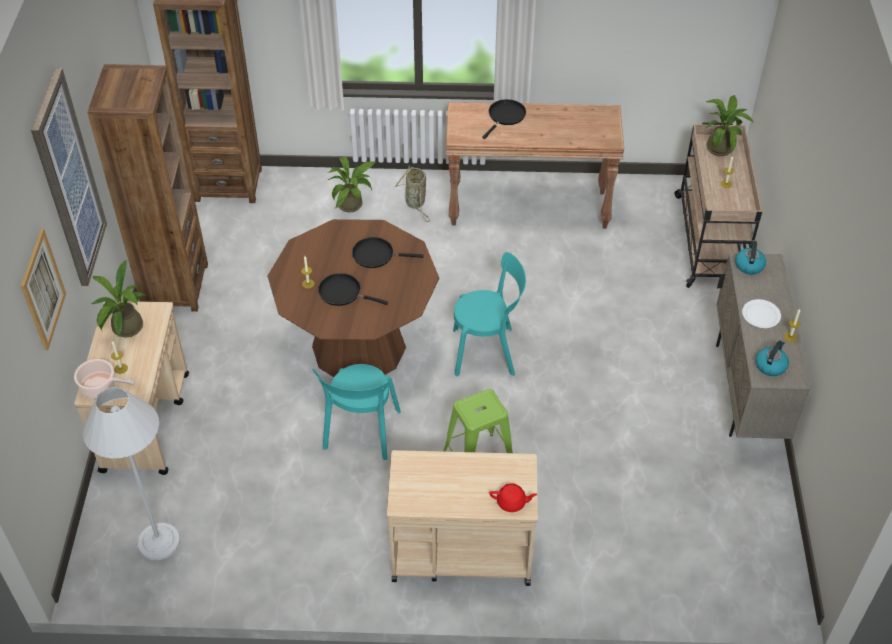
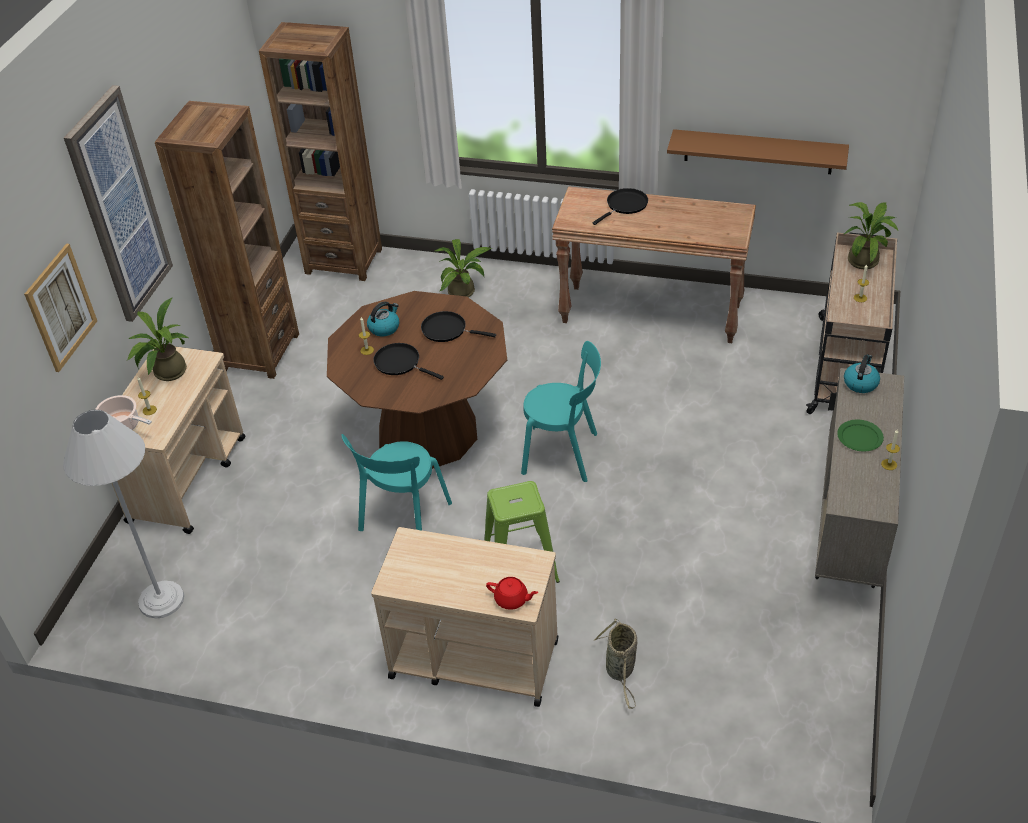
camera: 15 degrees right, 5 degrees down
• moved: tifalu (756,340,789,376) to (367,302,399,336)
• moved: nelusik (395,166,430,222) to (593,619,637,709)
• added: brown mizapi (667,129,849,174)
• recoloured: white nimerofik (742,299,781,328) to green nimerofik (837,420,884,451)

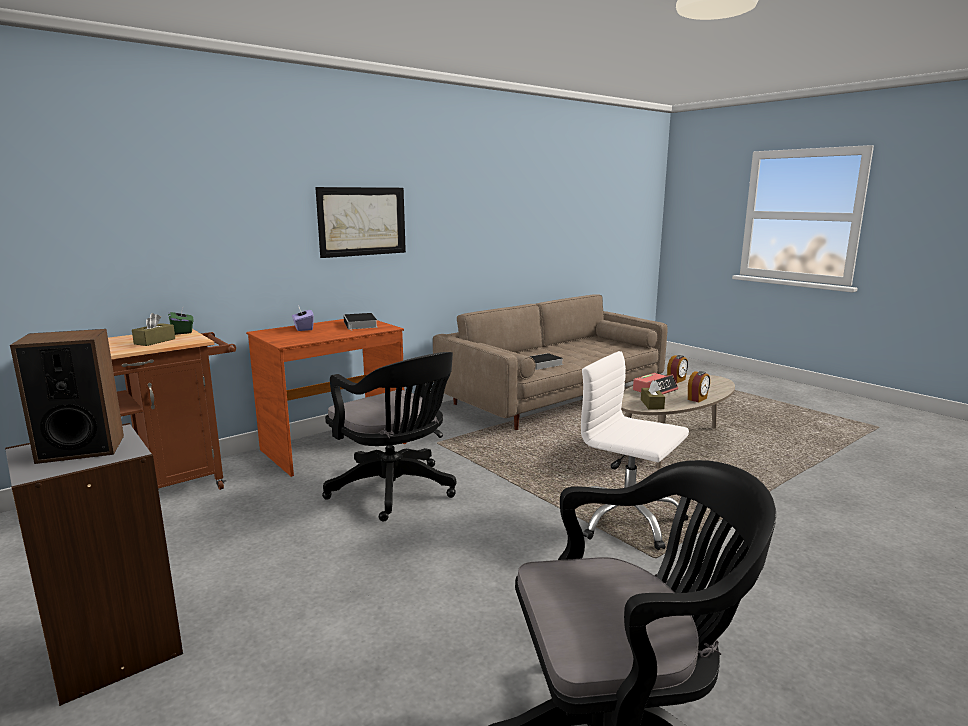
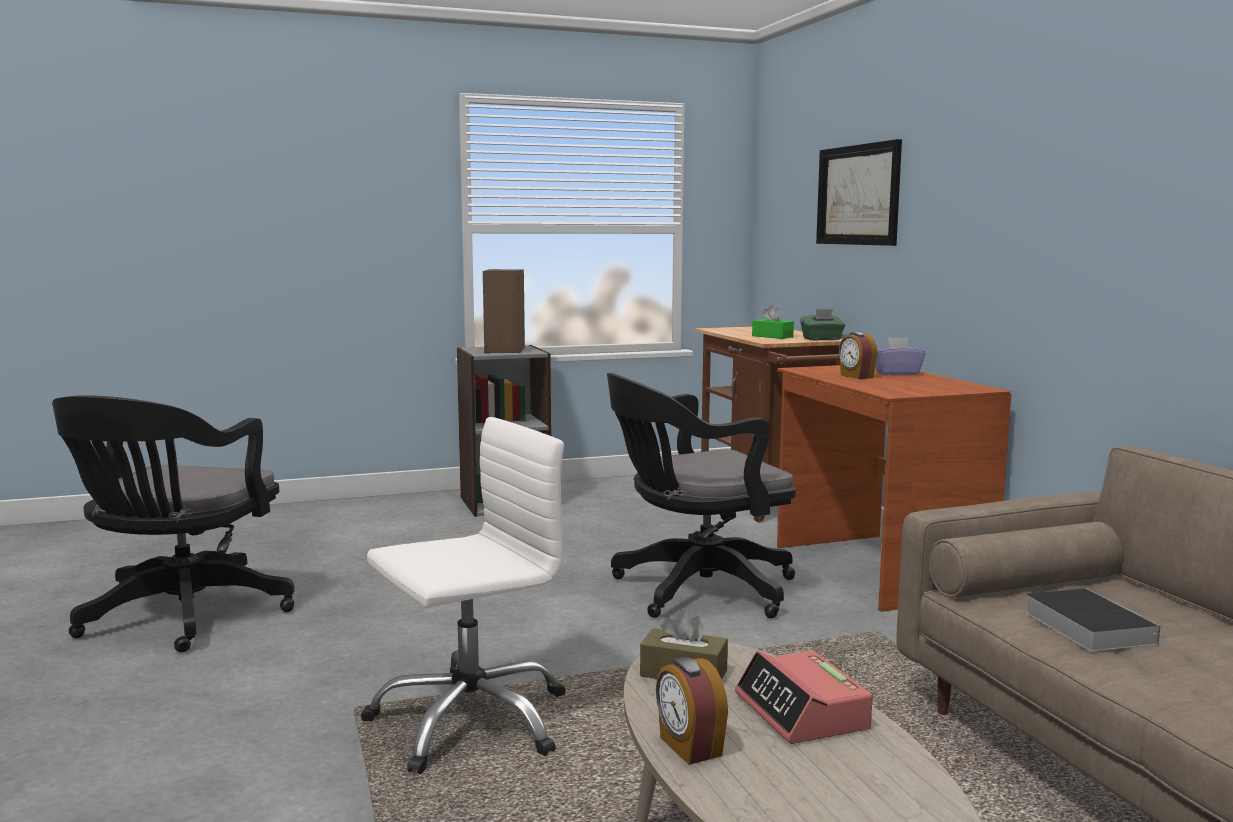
camera: 110 degrees right, 5 degrees down
• recoloured: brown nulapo (132,313,175,346) to green nulapo (752,305,794,339)
• moved: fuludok (315,187,406,258) to (816,139,902,246)
• moved: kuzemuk (667,355,688,383) to (839,332,877,379)
• removed: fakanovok (343,313,378,330)

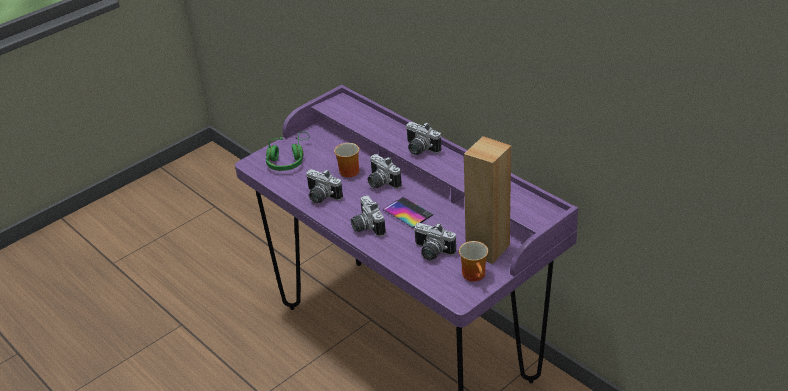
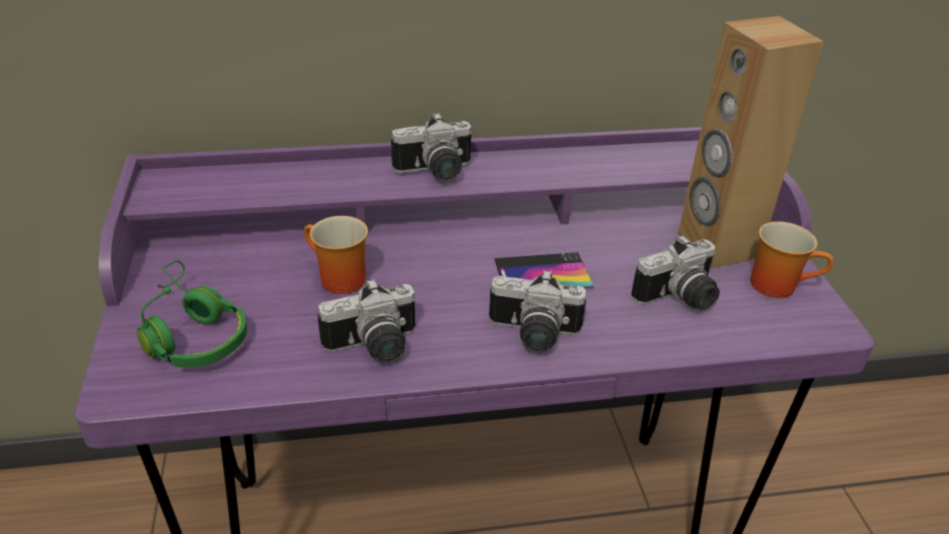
camera: 60 degrees left, 0 degrees up
• removed: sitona (368,154,402,189)

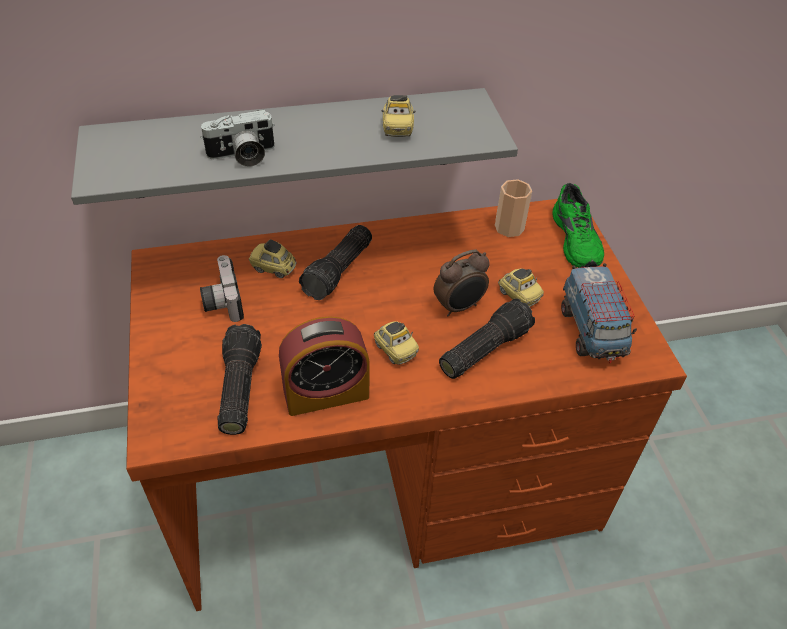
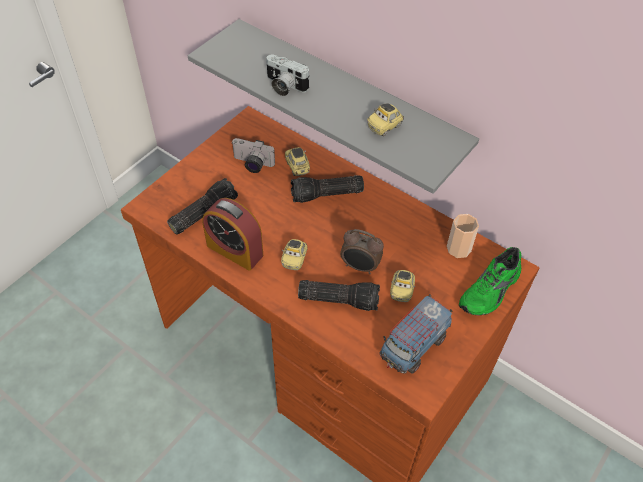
camera: 50 degrees right, 5 degrees up
• turned: sitona (200,255,244,322) = (231,138,275,173) 105 degrees counterclockwise

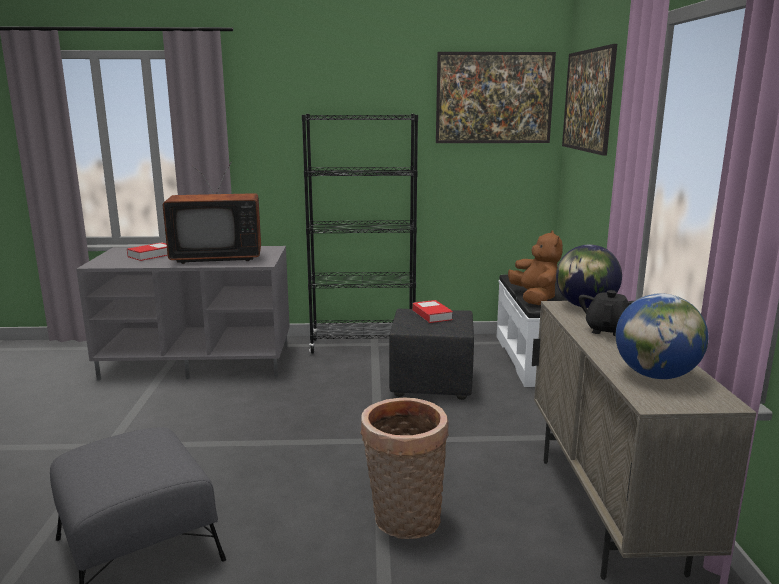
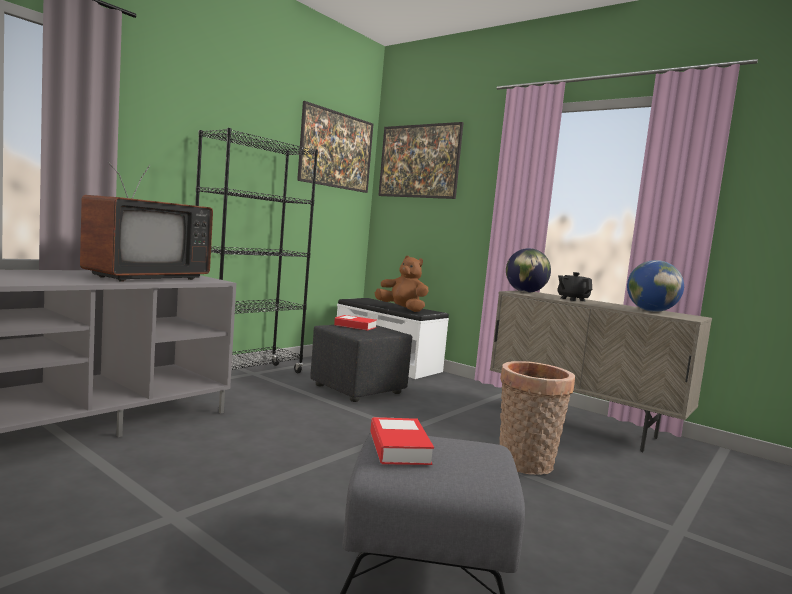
camera: 50 degrees left, 10 degrees down
• moved: fakanovok (127,242,168,261) to (370,417,434,465)

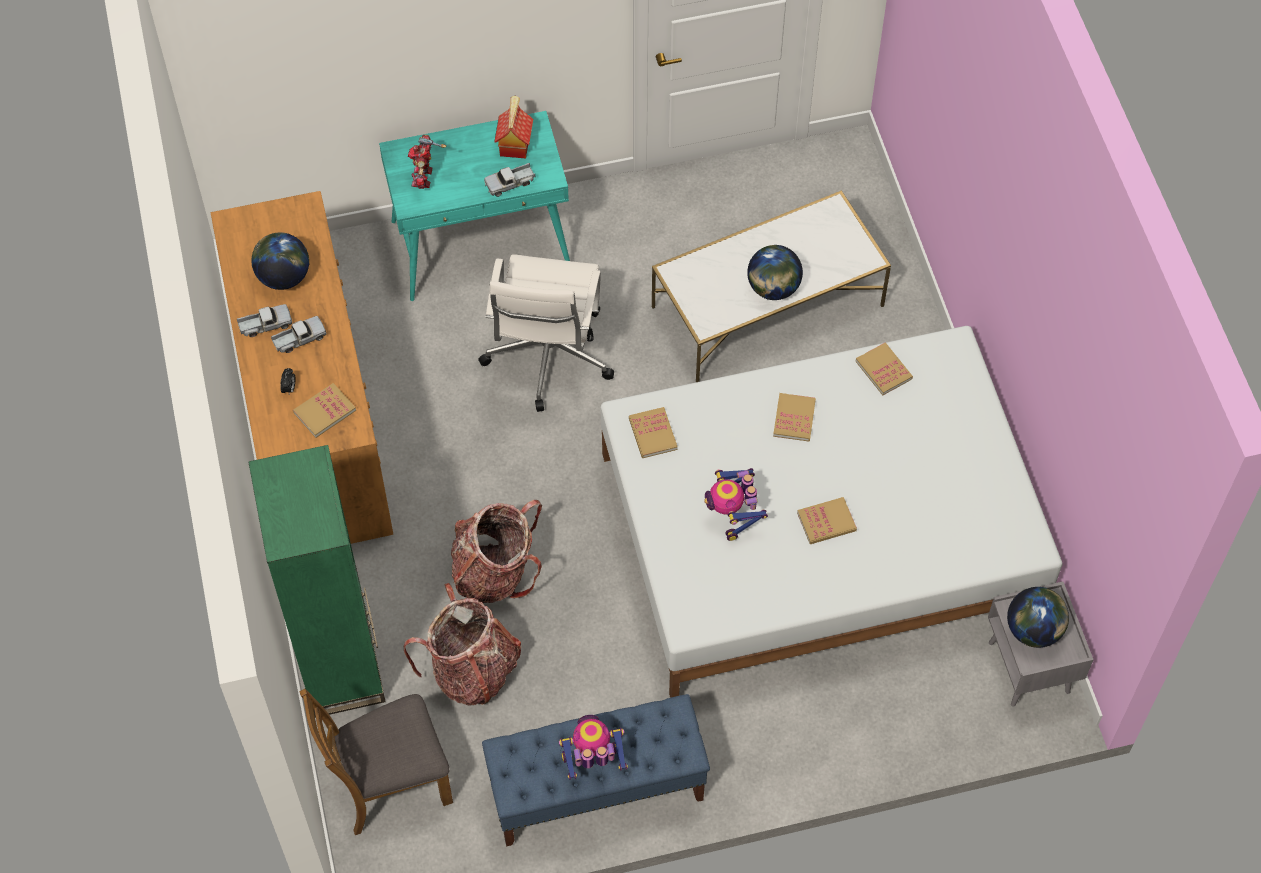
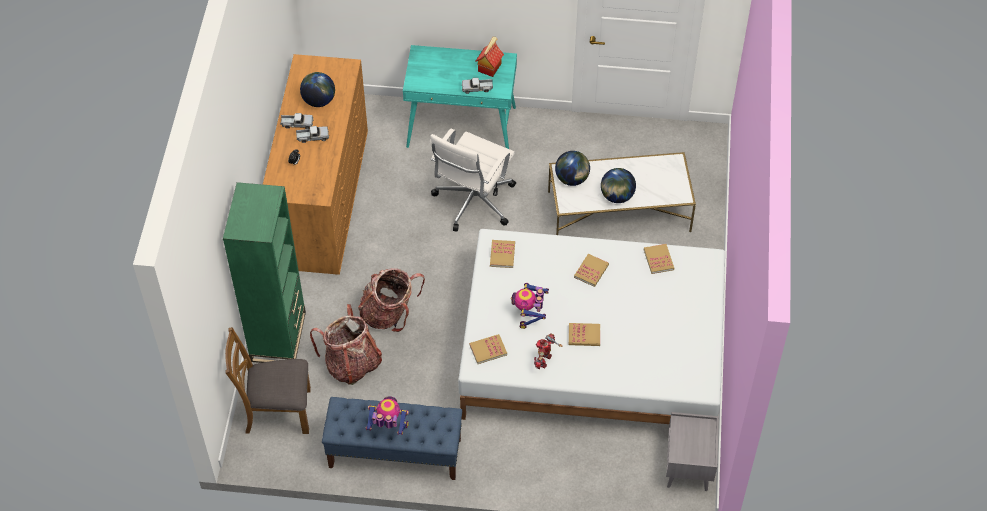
camera: 20 degrees right, 5 degrees down
• moved: fakanovok (293,383,356,438) to (469,334,507,364)
• moved: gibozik (408,135,446,189) to (534,333,563,369)
• moved: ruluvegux (1007,587,1069,648) to (555,151,590,186)

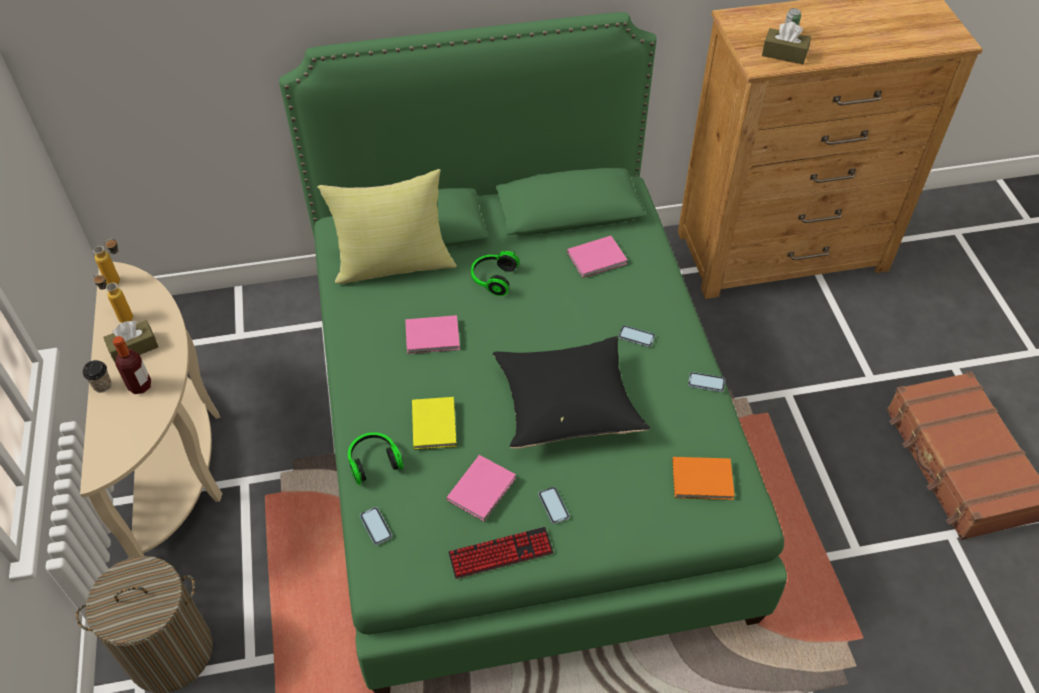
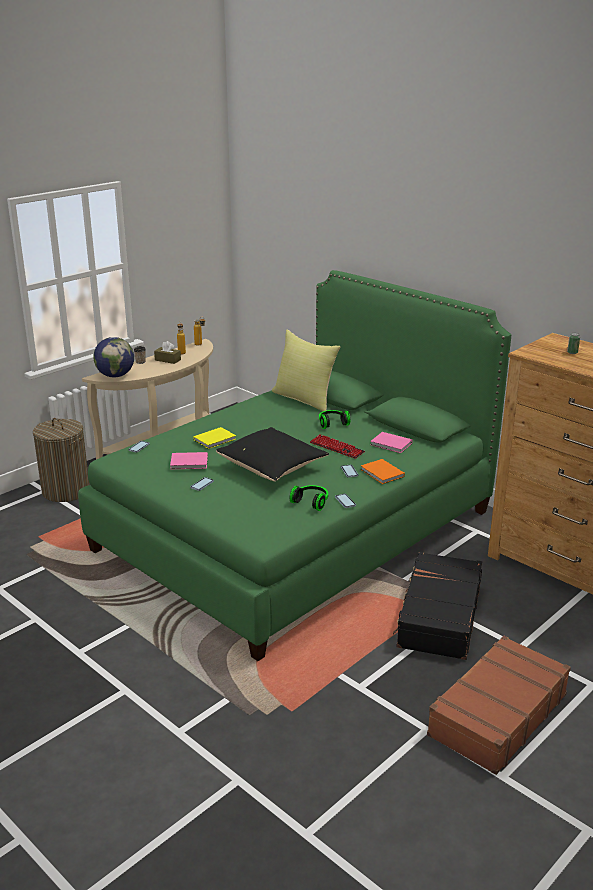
camera: 55 degrees right, 25 degrees down
• added: ruluvegux (93,337,134,377)
• moved: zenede (348,432,403,485) to (289,485,328,511)
• moved: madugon (448,527,554,579) to (310,434,365,459)
• moved: orange fakanovok (672,457,735,500) to (360,459,405,484)
• added: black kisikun (393,552,482,660)
• removed: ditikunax (113,336,151,394)
• removed: pink fakanovok (405,315,460,354)
• removed: brown nulapo (762,22,811,64)

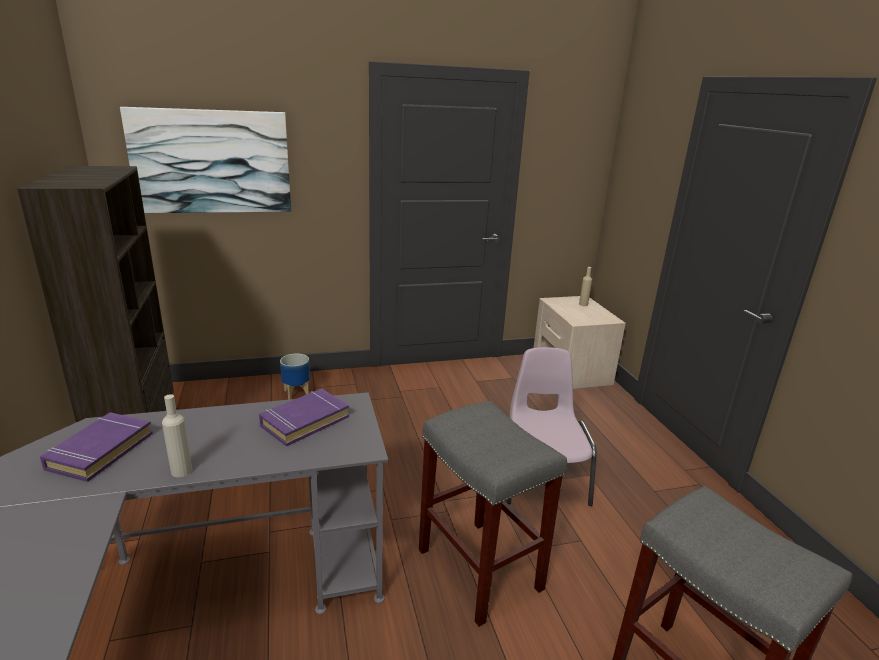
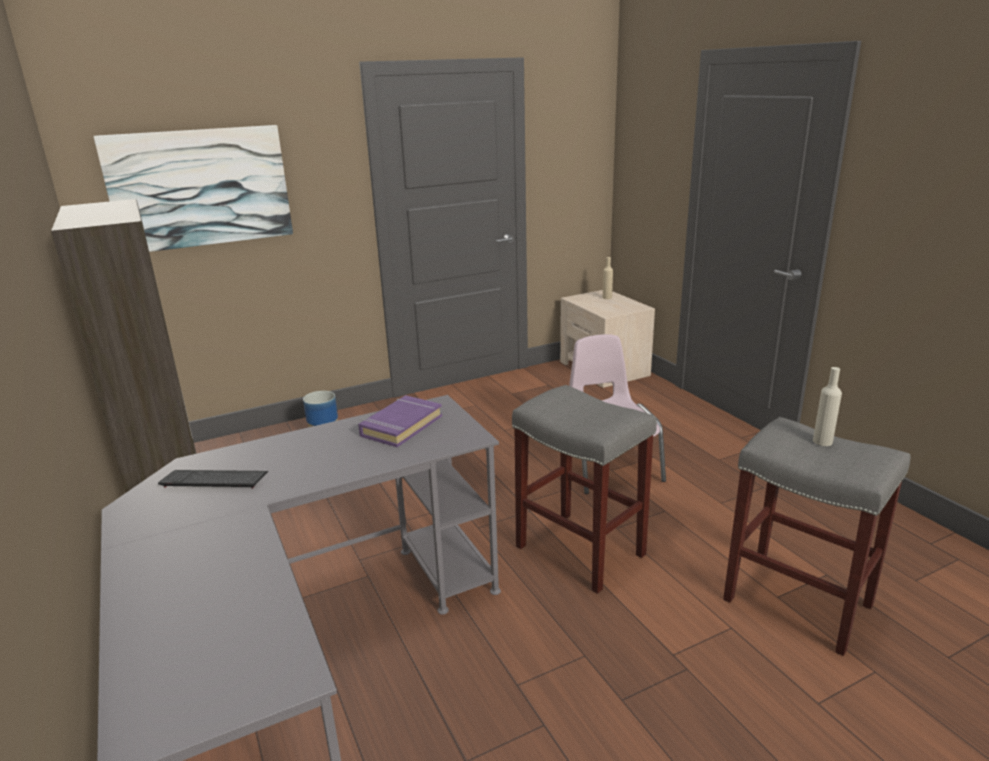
camera: 10 degrees left, 0 degrees up
• replaced: purple fakanovok (40,412,153,482) to madugon (158,470,268,489)
• moved: beige ditikunax (162,394,192,477) to (813,367,842,446)

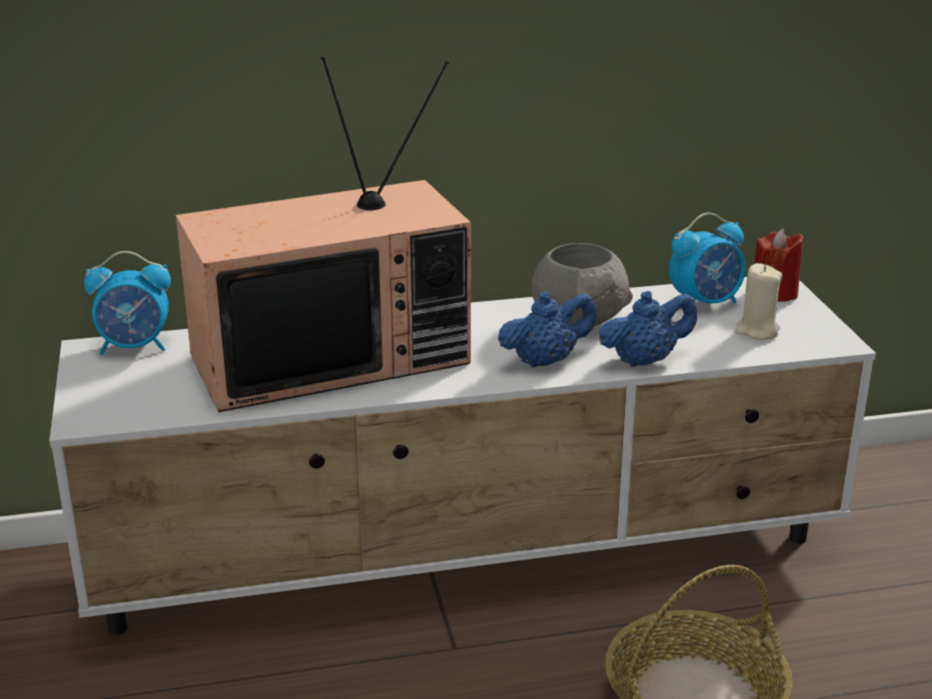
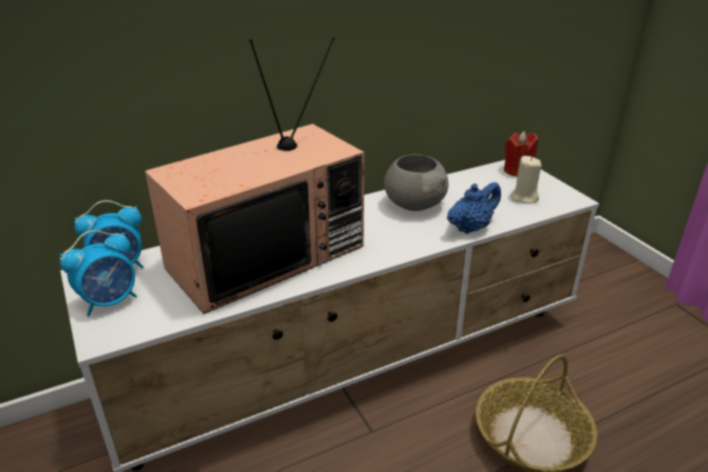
camera: 15 degrees left, 5 degrees up
• moved: kuzemuk (669,213,746,304) to (60,230,137,317)
• removed: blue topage (498,291,597,368)

